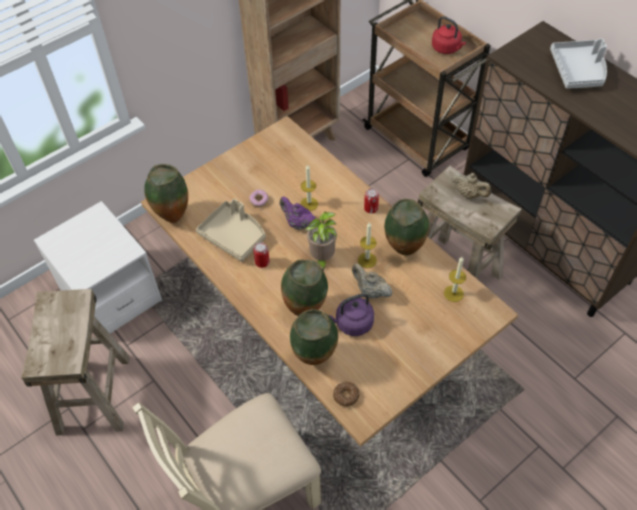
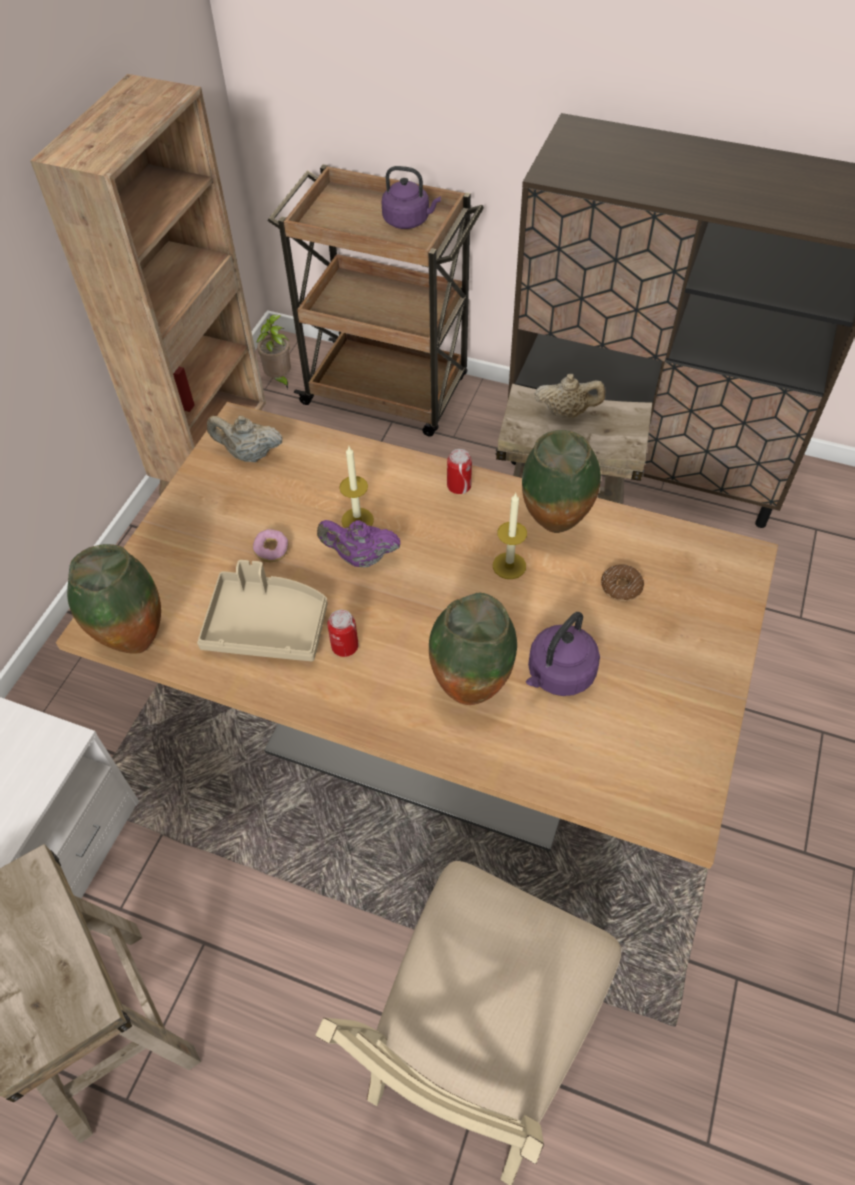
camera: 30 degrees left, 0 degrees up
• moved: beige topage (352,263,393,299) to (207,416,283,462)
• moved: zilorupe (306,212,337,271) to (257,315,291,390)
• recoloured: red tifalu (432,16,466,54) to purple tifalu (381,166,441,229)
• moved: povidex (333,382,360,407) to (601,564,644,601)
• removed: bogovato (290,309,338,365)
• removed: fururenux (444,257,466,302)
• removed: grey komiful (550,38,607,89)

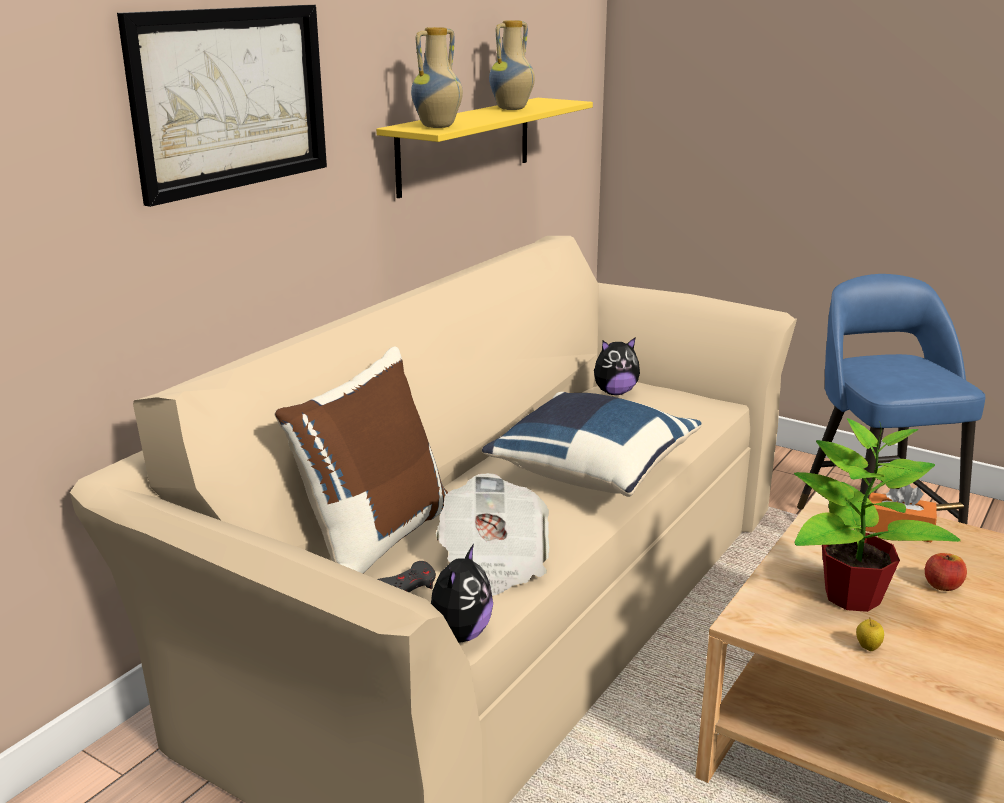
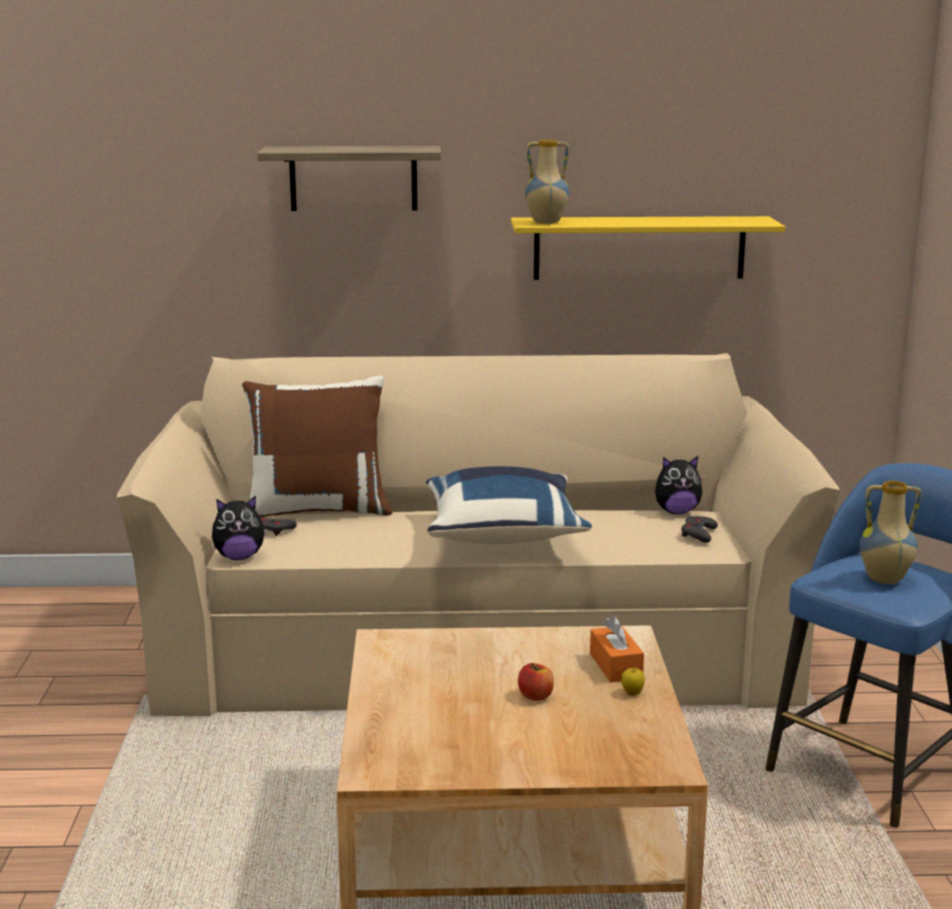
camera: 55 degrees right, 5 degrees down
• replaced: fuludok (117,5,327,207) to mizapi (257,146,441,211)
• moved: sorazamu (856,617,884,651) to (621,666,645,696)
• turned: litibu (594,338,640,395) = (655,456,702,514) 45 degrees counterclockwise
• added: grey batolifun (681,516,718,543)
• moved: bogovato (489,20,535,110) to (860,481,921,584)
• removed: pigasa (436,473,549,596)
• removed: zilorupe (794,418,961,612)

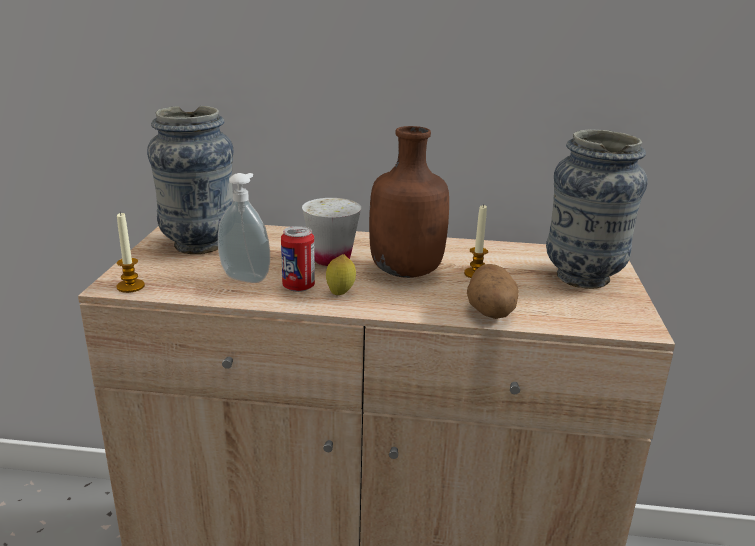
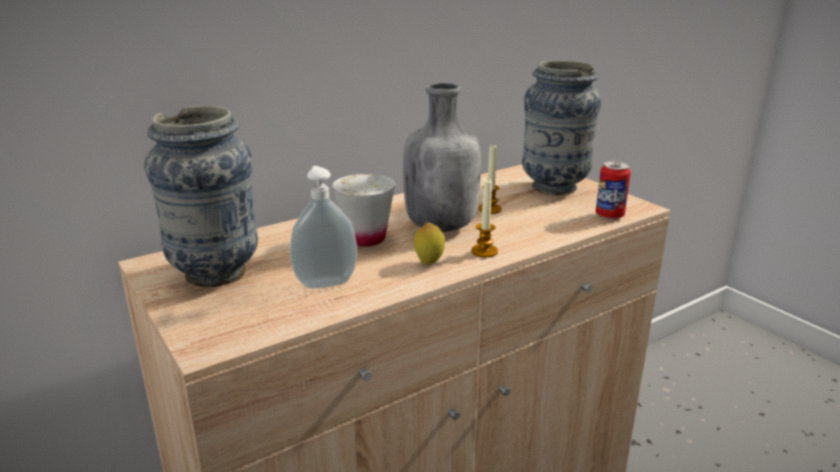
camera: 40 degrees left, 0 degrees up
• recoloured: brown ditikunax (369,126,449,278) to grey ditikunax (403,83,481,232)
• moved: fururenux (117,212,145,293) to (471,179,498,257)
• moved: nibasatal (281,226,315,292) to (596,161,631,220)
• removed: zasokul (467,264,519,319)

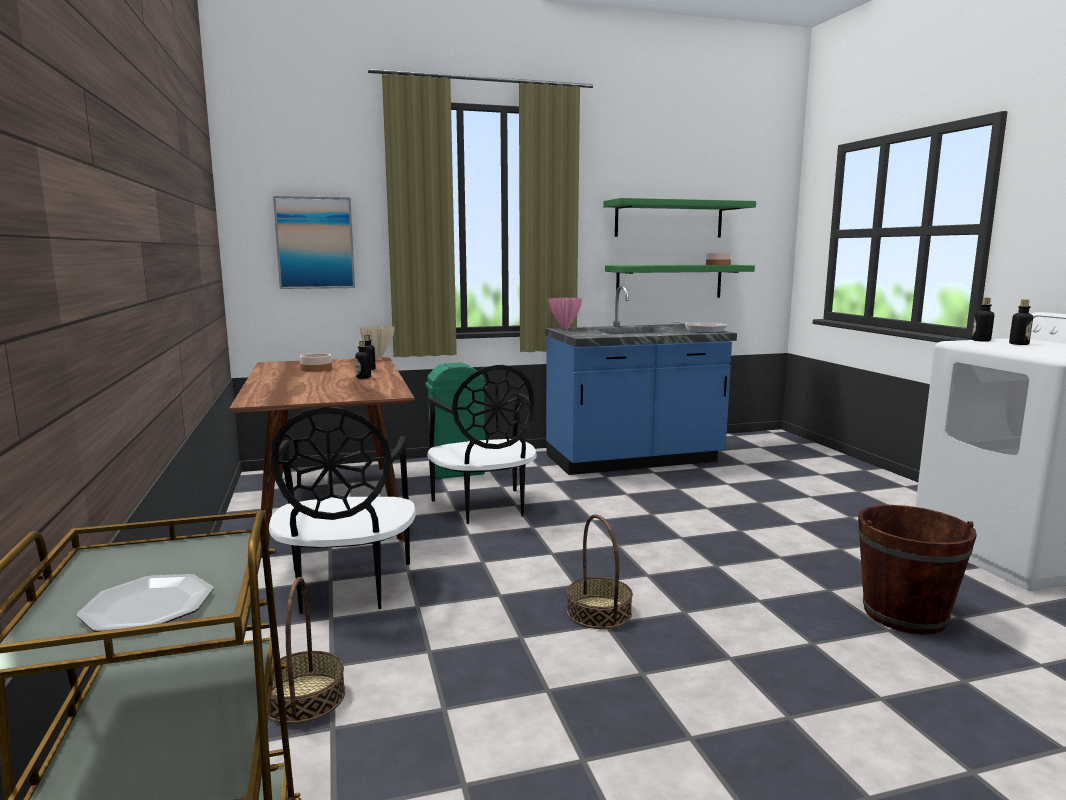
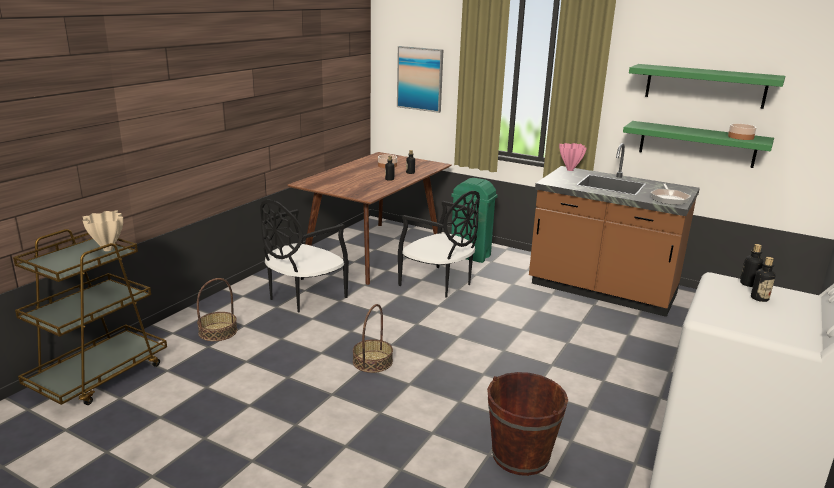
camera: 45 degrees right, 10 degrees up
• moved: beige bogovato (360,326,395,360) to (82,210,123,251)
• turned: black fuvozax (427,365,537,524) = (398,191,480,298) 75 degrees counterclockwise
• recoloured: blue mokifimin (545,285,737,475) to brown mokifimin (529,143,700,317)
• removed: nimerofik (77,574,213,632)

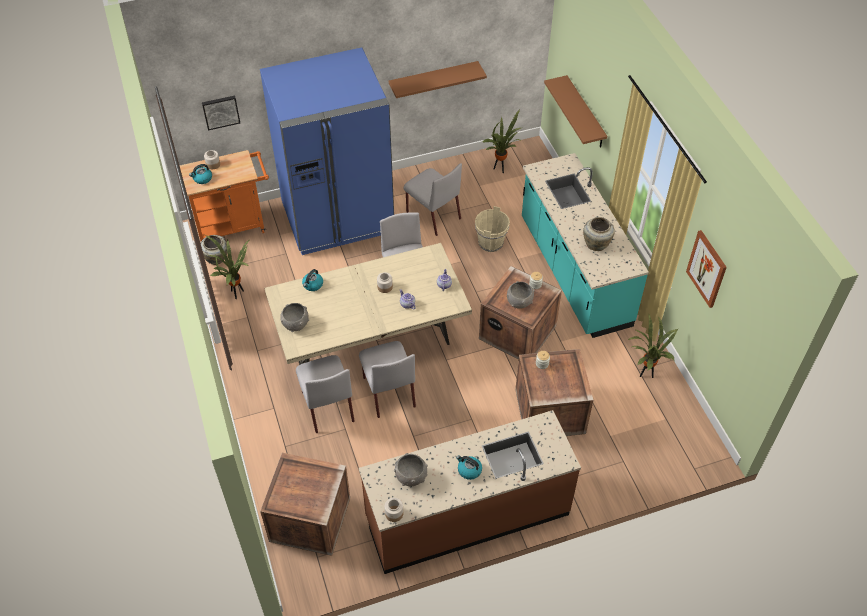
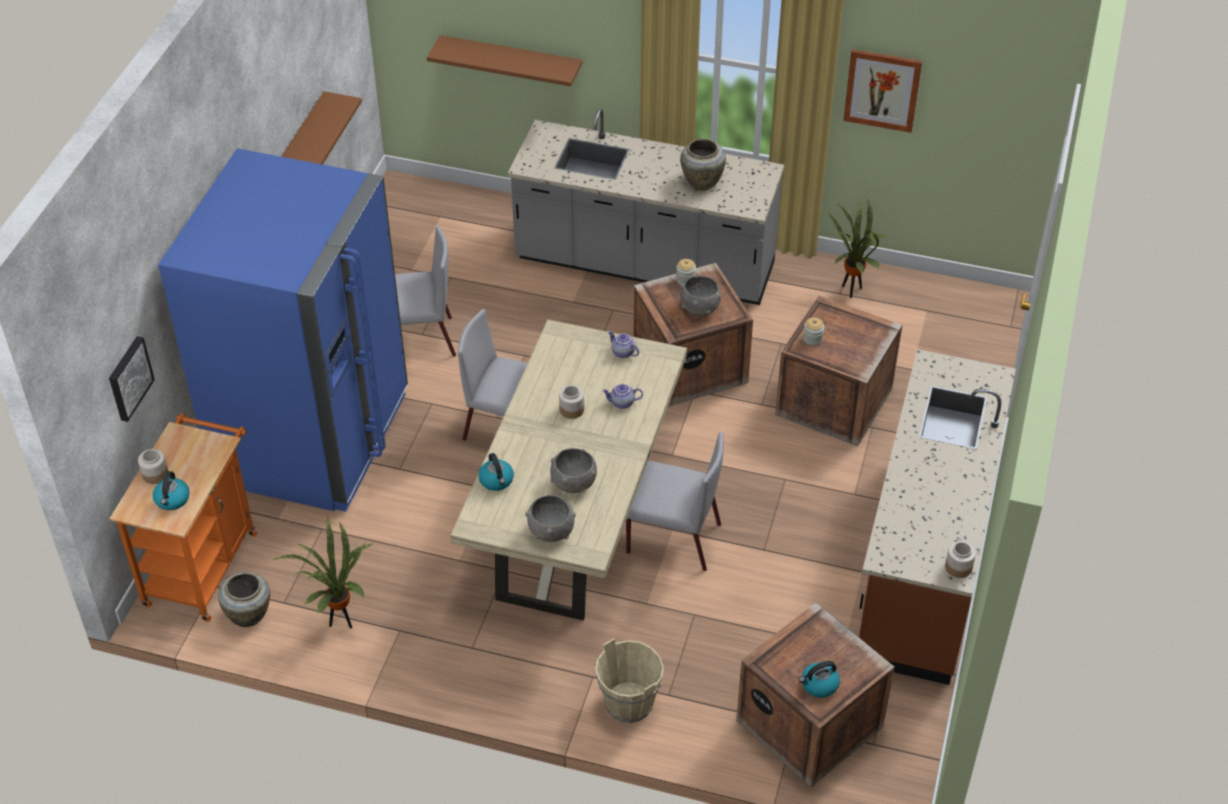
camera: 55 degrees left, 5 degrees down
• recoloured: turquoise mokifimin (522,153,649,338) to grey mokifimin (508,109,784,305)
• moved: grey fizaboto (394,453,428,486) to (550,448,597,493)
• moved: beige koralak (475,206,510,252) to (595,638,664,723)
• moved: tifalu (456,455,482,480) to (799,661,840,698)
• removed: grey fuvozax (296,355,355,433)
• removed: zilorupe (482,109,521,173)

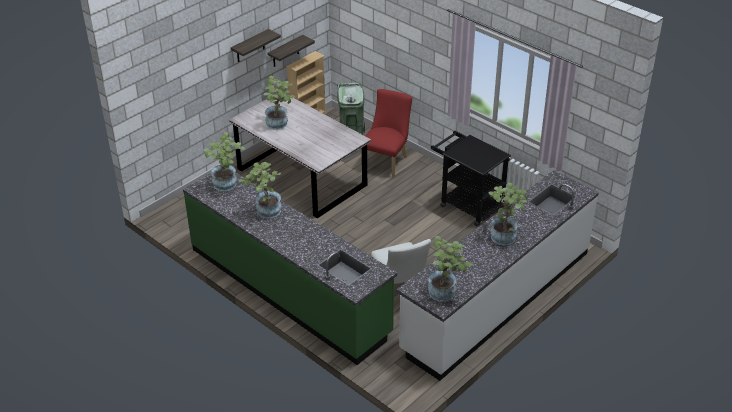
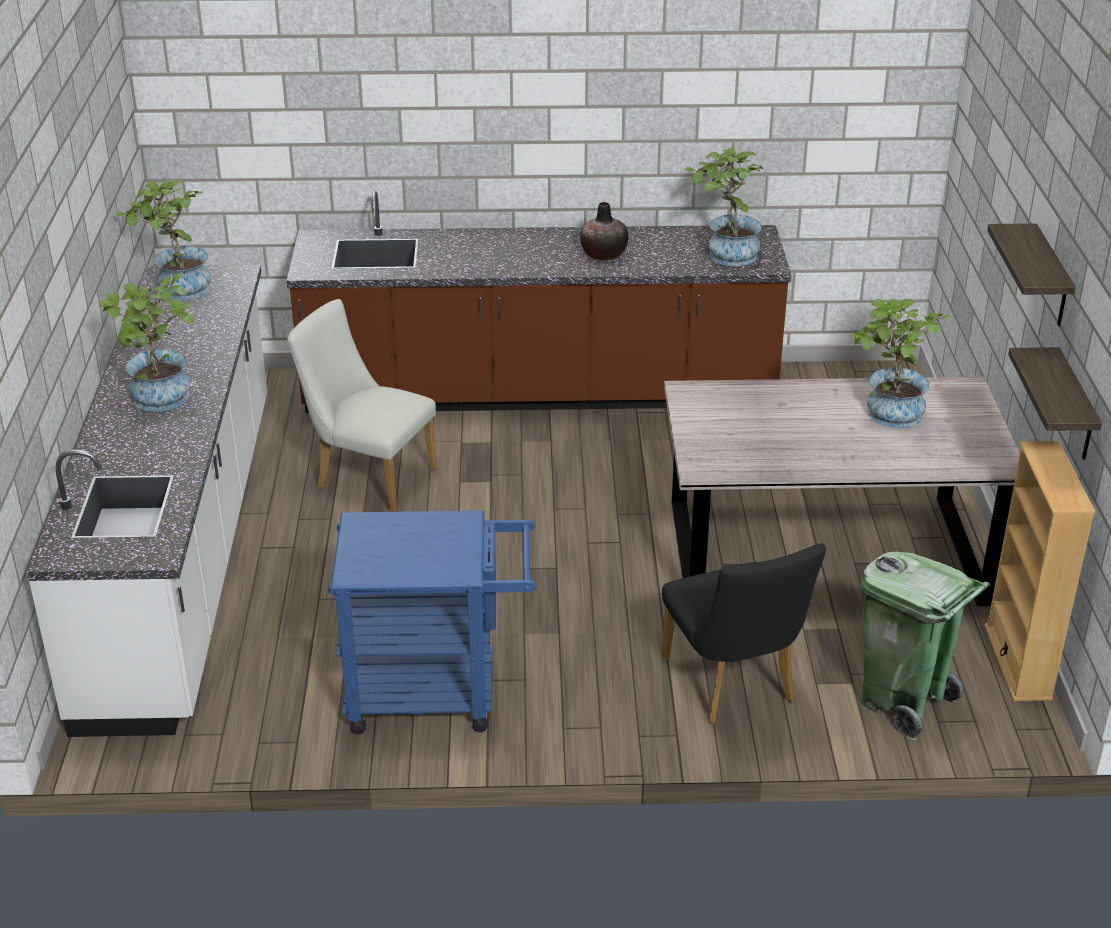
camera: 135 degrees right, 5 degrees down
• recoloured: green mokifimin (183,173,397,365) to brown mokifimin (287,191,792,413)
• recoloured: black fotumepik (431,131,511,226) to blue fotumepik (328,510,536,735)
• replaced: zilorupe (239,162,282,219) to bogovato (580,202,628,260)
• recoloured: red fuvozax (361,89,412,178) to black fuvozax (662,544,826,723)

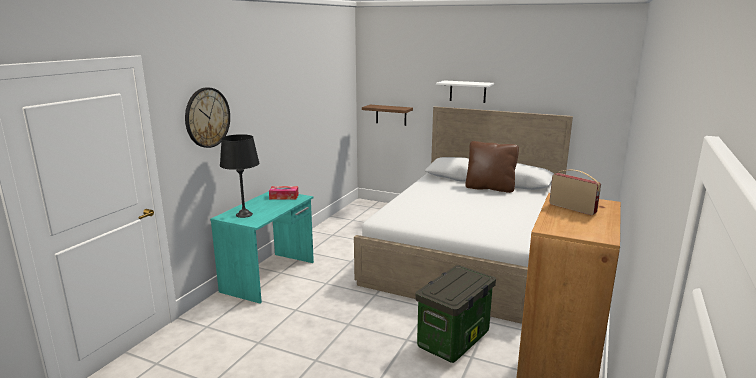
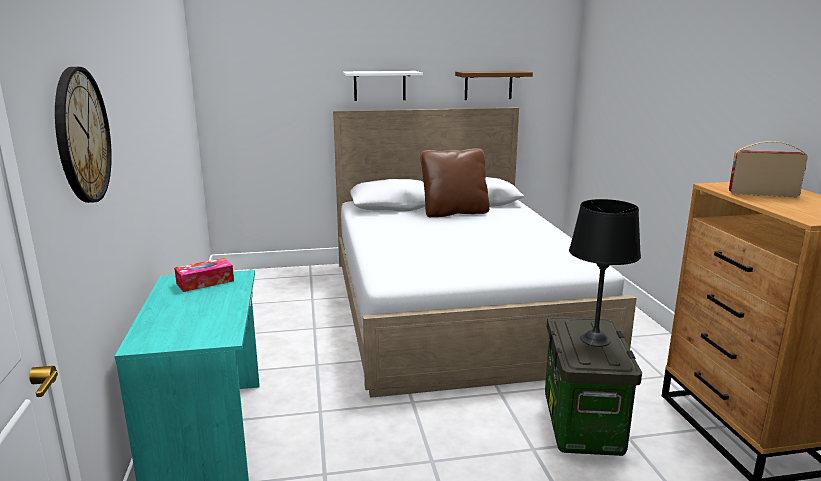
camera: 35 degrees left, 0 degrees up
• moved: brown mizapi (362,105,413,126) to (455,71,533,100)
• moved: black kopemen (220,134,259,218) to (569,199,641,347)

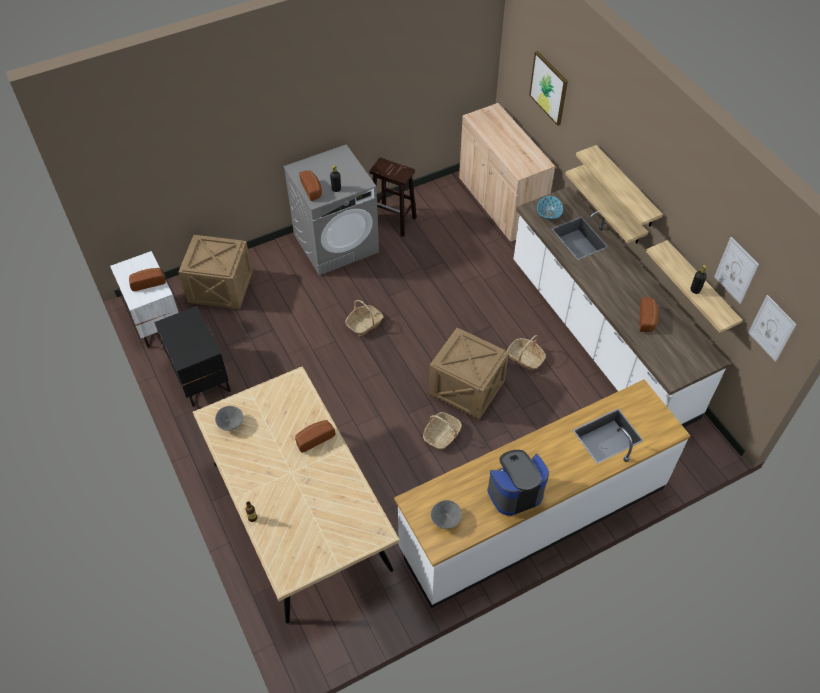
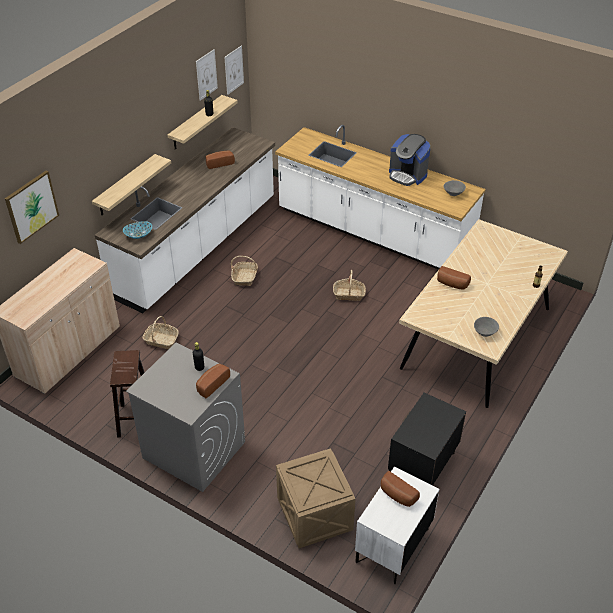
camera: 120 degrees left, 10 degrees down
• moved: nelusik (345,300,383,336) to (142,316,179,349)
• removed: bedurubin (429,328,509,419)
• removed: mizapi (576,145,663,227)

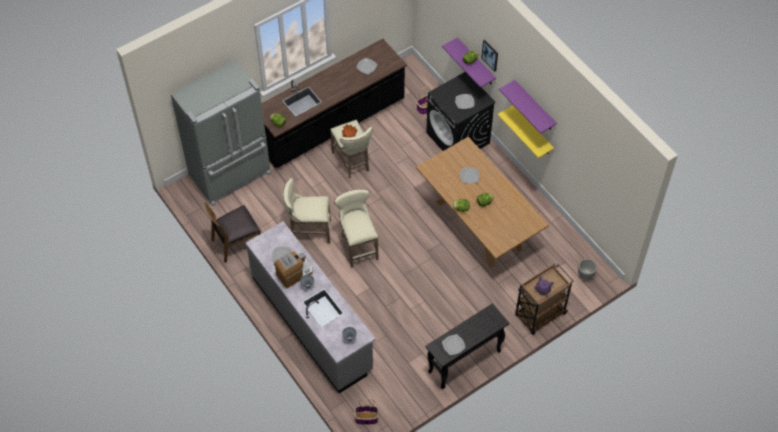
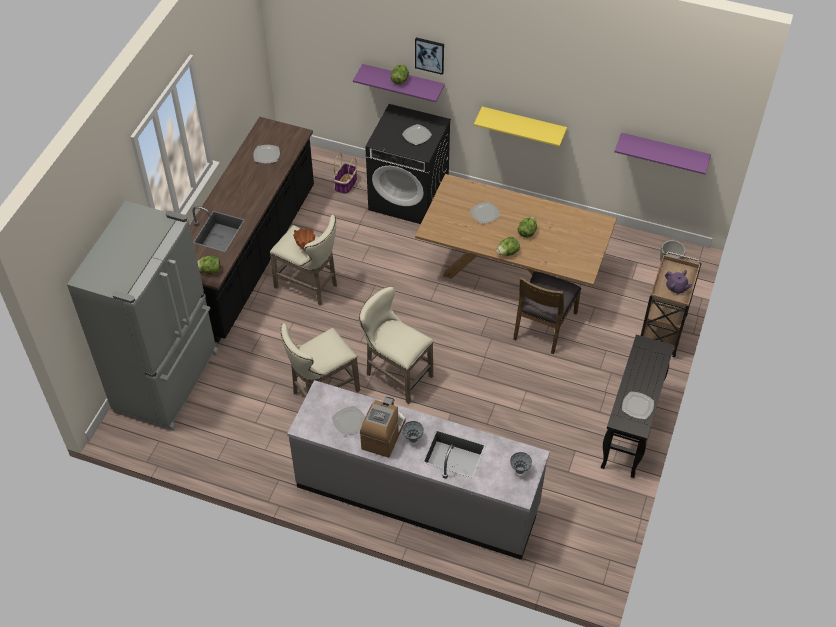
camera: 35 degrees left, 5 degrees down
• moved: brown fuvozax (204,202,261,263) to (513,272,582,354)
• moved: purple mizapi (499,80,557,134) to (614,132,711,174)
• removed: nelusik (354,399,379,424)

